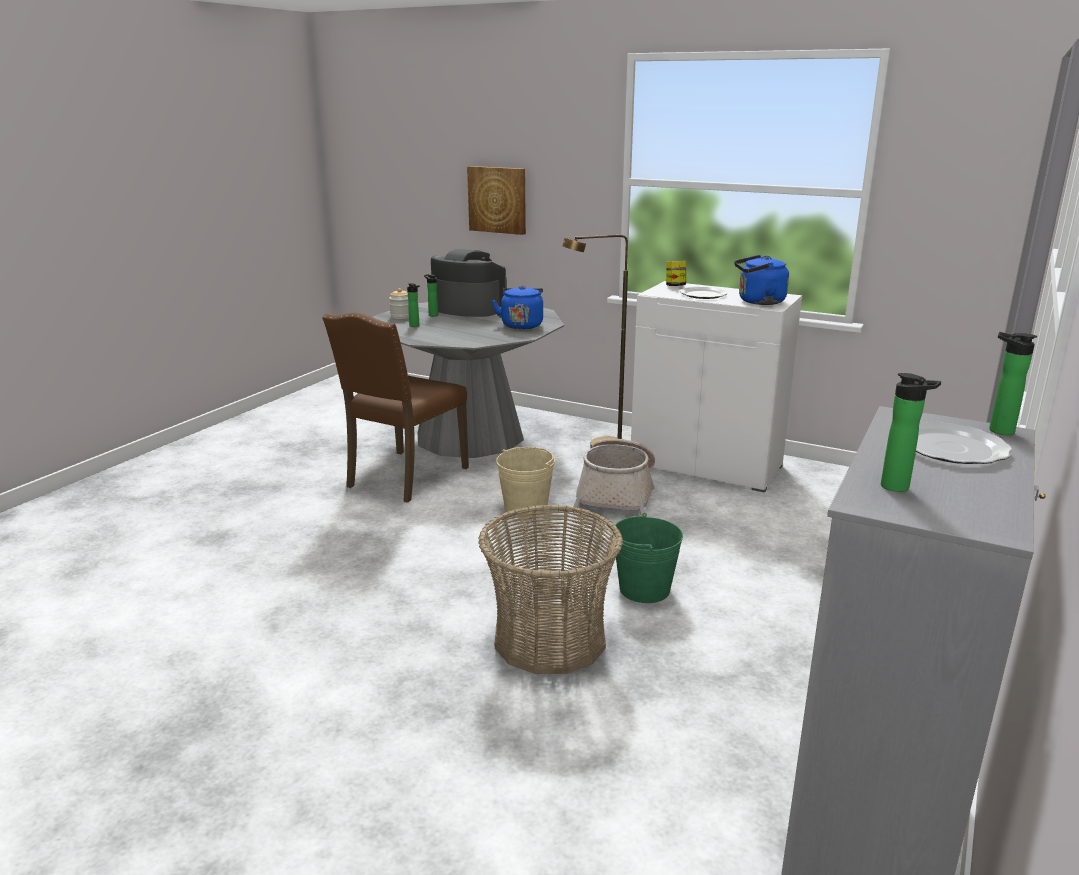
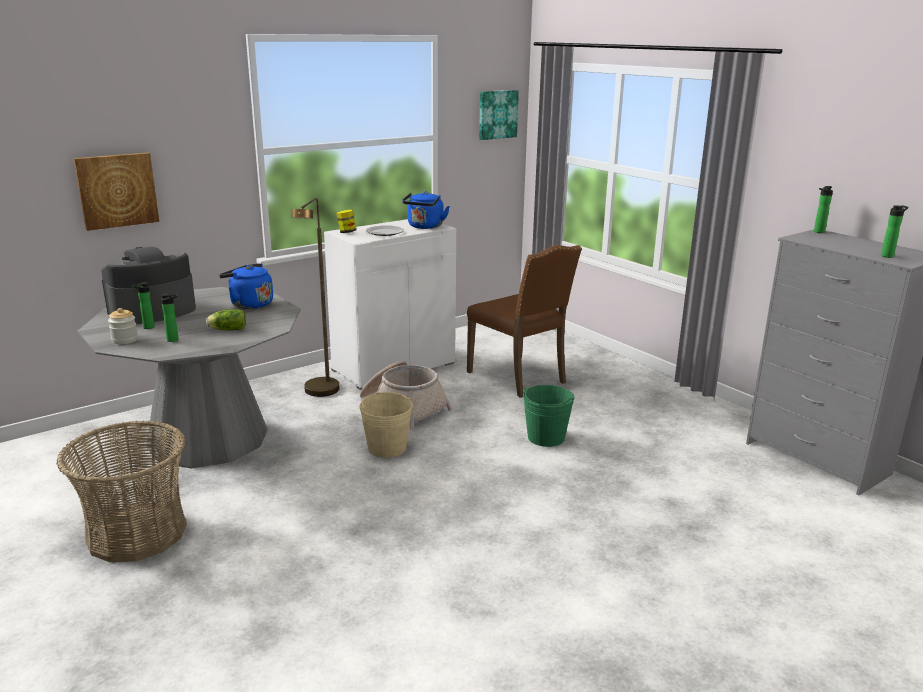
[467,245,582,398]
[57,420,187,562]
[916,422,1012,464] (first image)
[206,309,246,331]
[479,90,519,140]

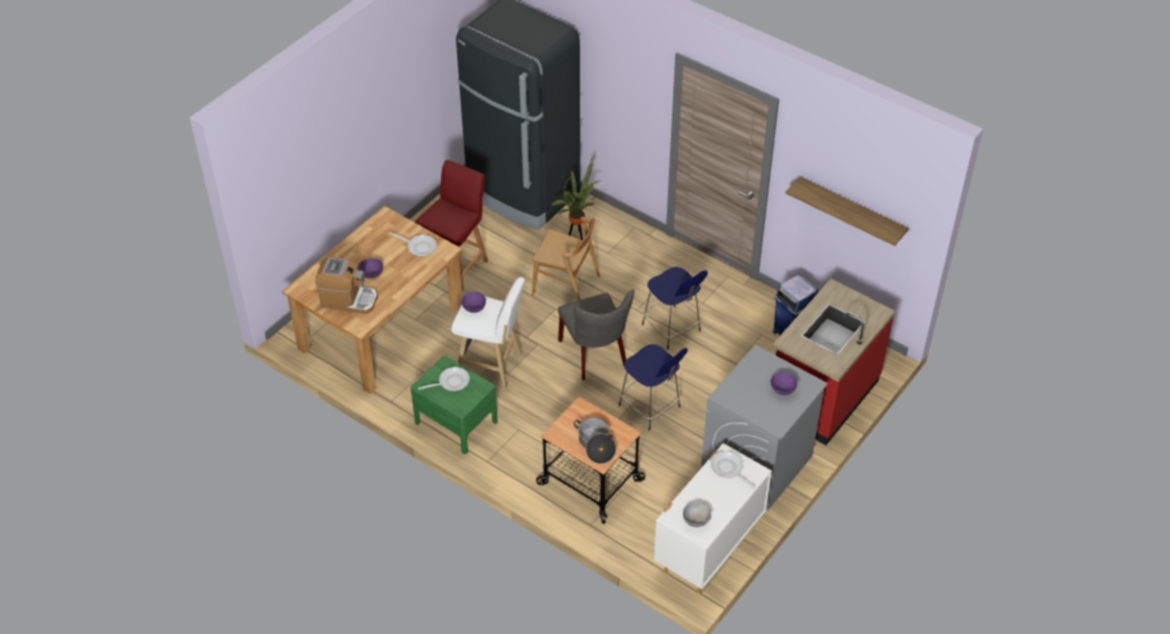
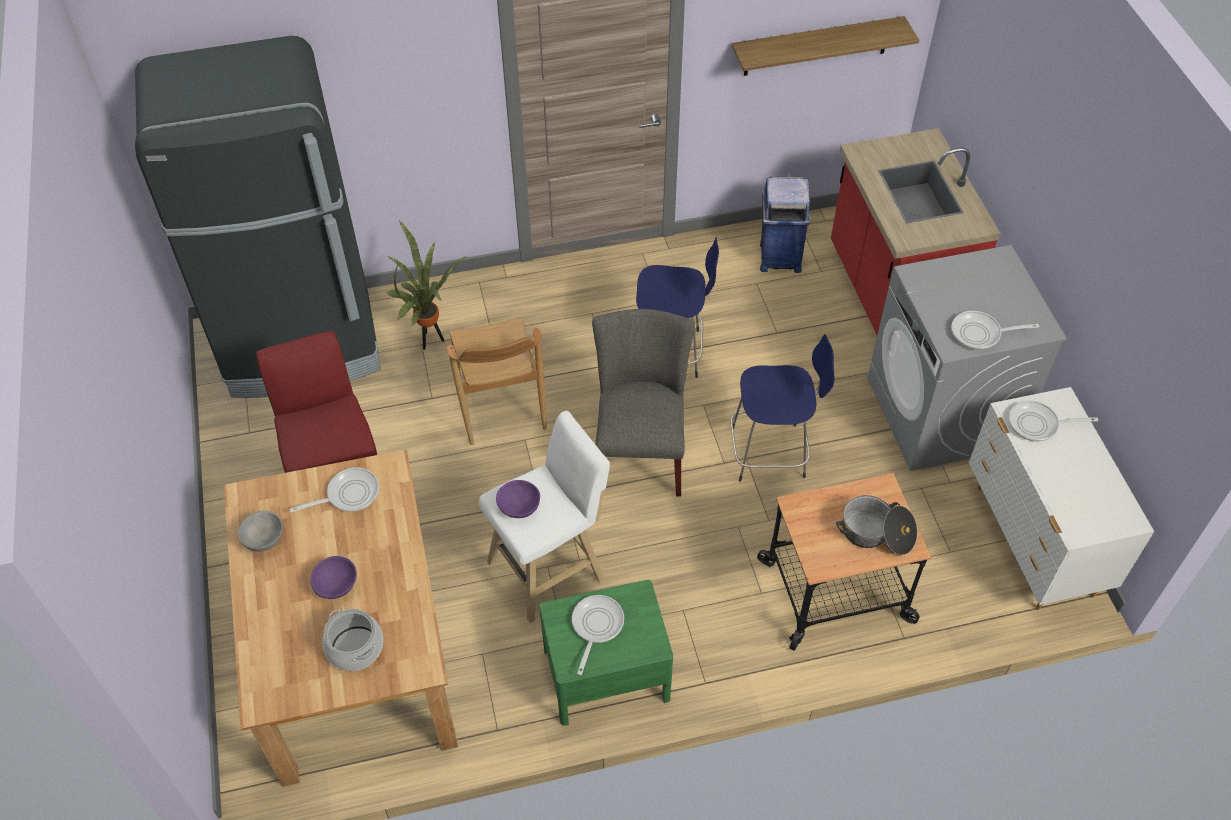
[322,609,383,671]
[447,317,547,445]
[592,309,695,497]
[238,511,283,552]
[770,372,797,395] (first image)
[951,311,1039,350]

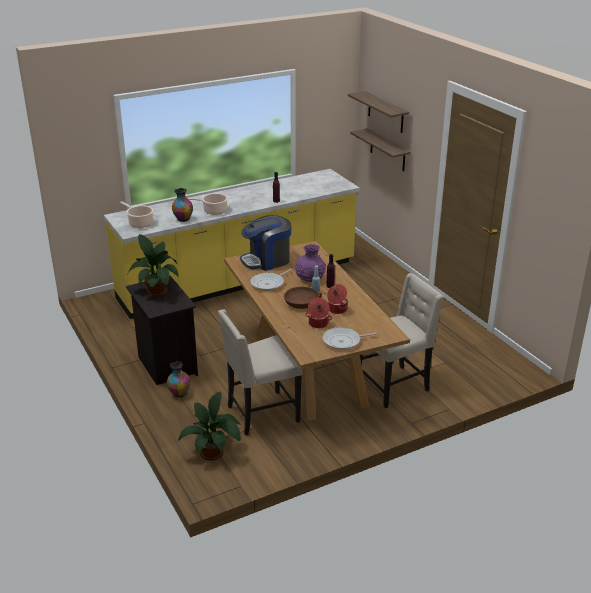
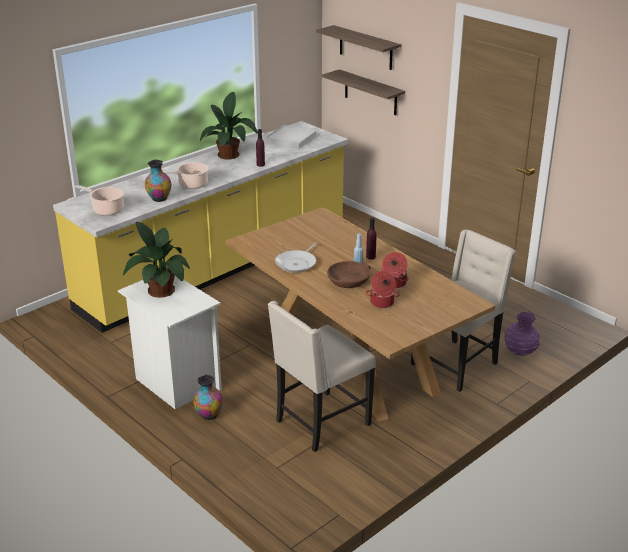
[118,276,222,409]
[200,92,258,159]
[240,215,291,271] (first image)
[505,312,540,356]
[323,328,379,350] (first image)
[266,125,316,149]

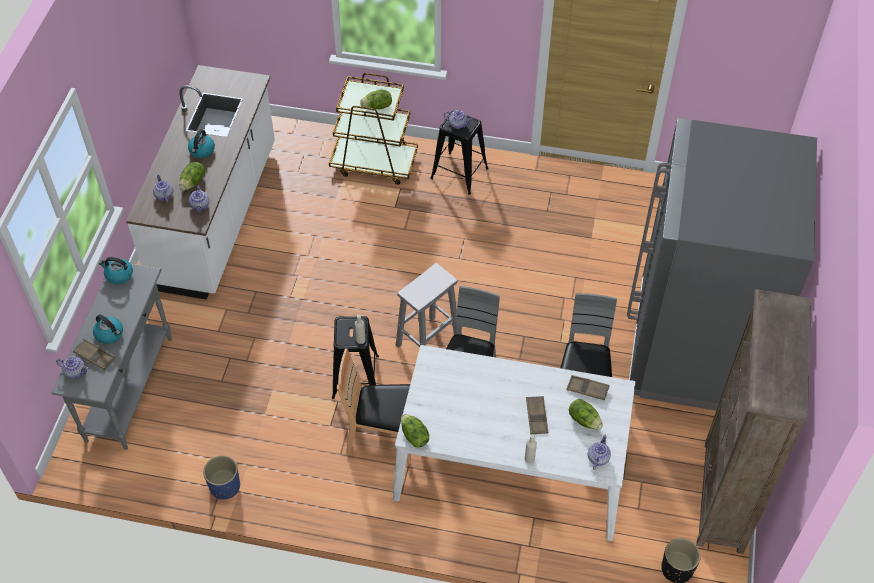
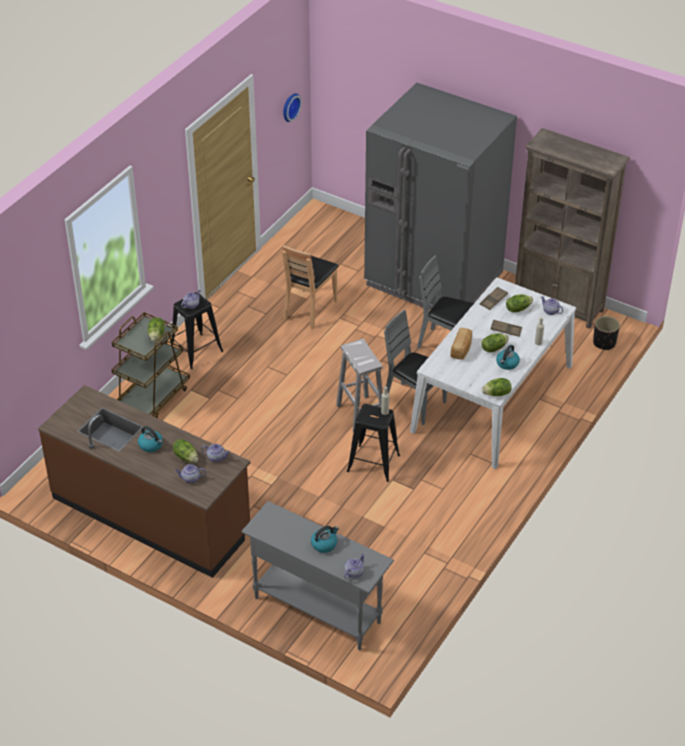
[73,339,115,370] (first image)
[496,345,520,370]
[38,385,250,578]
[203,455,240,500] (first image)
[282,245,339,329]
[283,93,302,122]
[450,328,472,360]
[481,333,509,352]

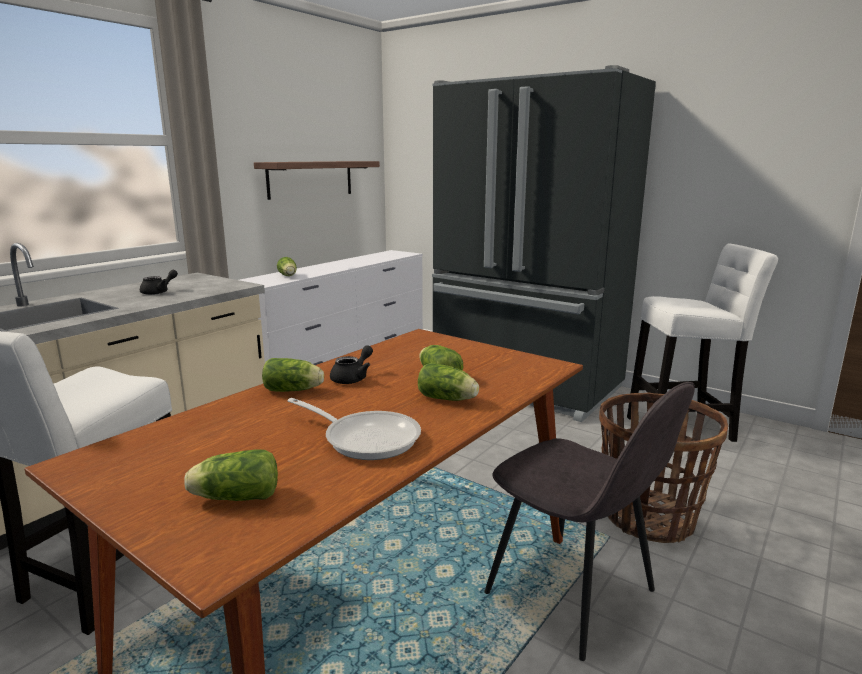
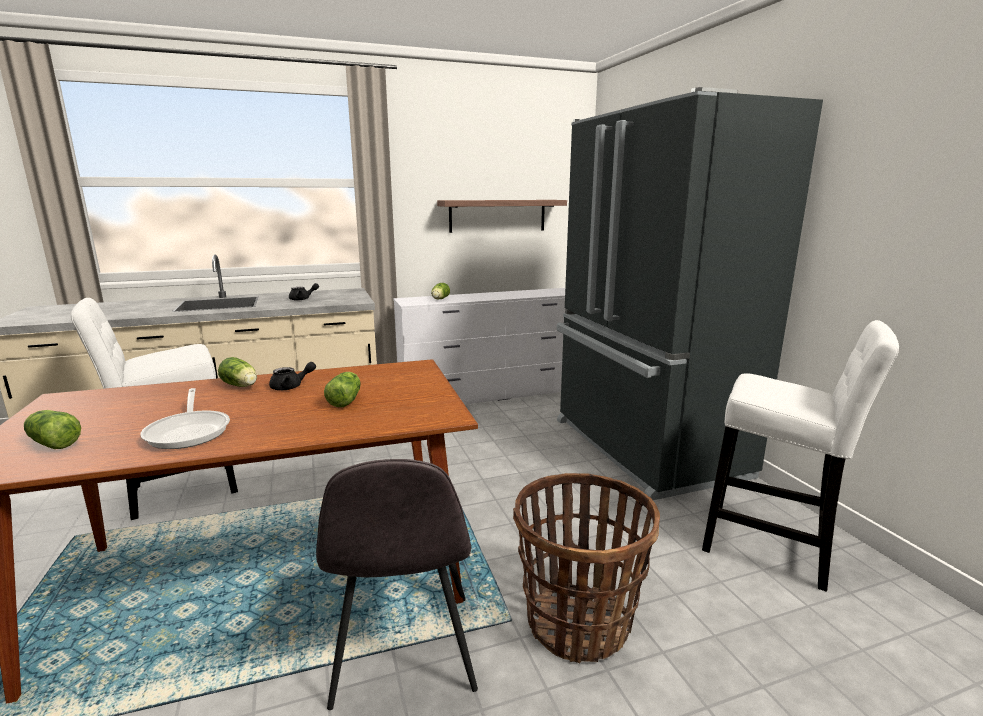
[418,363,479,401] (first image)

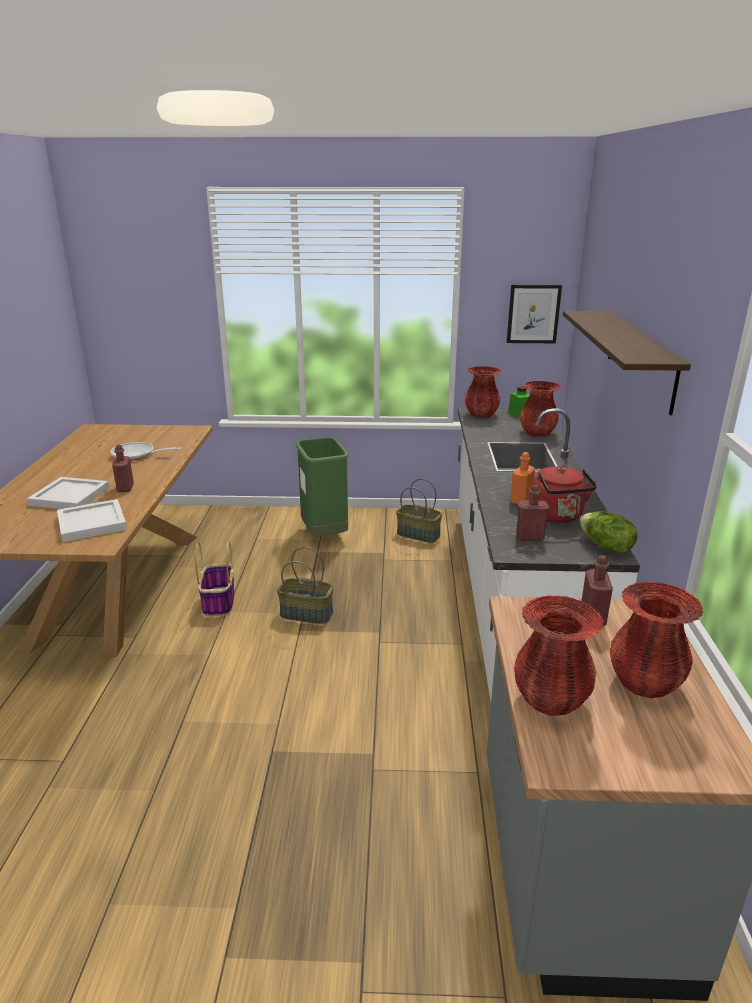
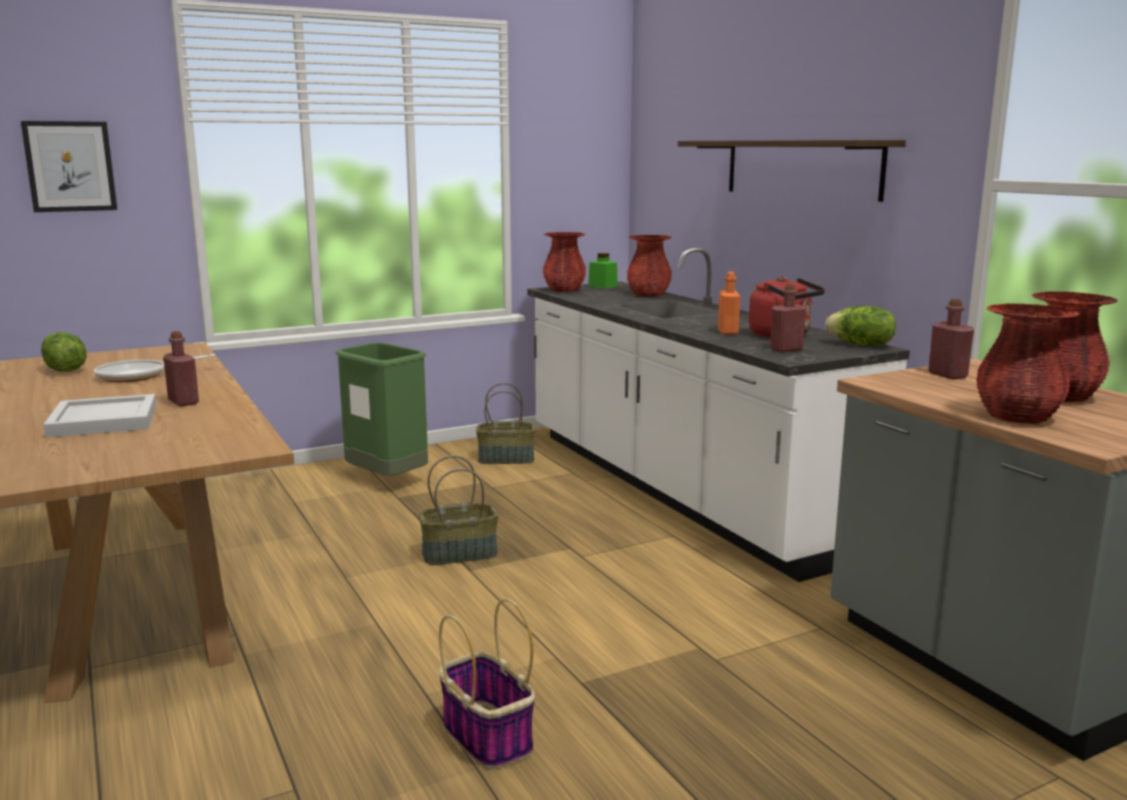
[57,499,127,542] (first image)
[439,598,535,769]
[21,121,117,212]
[41,332,87,372]

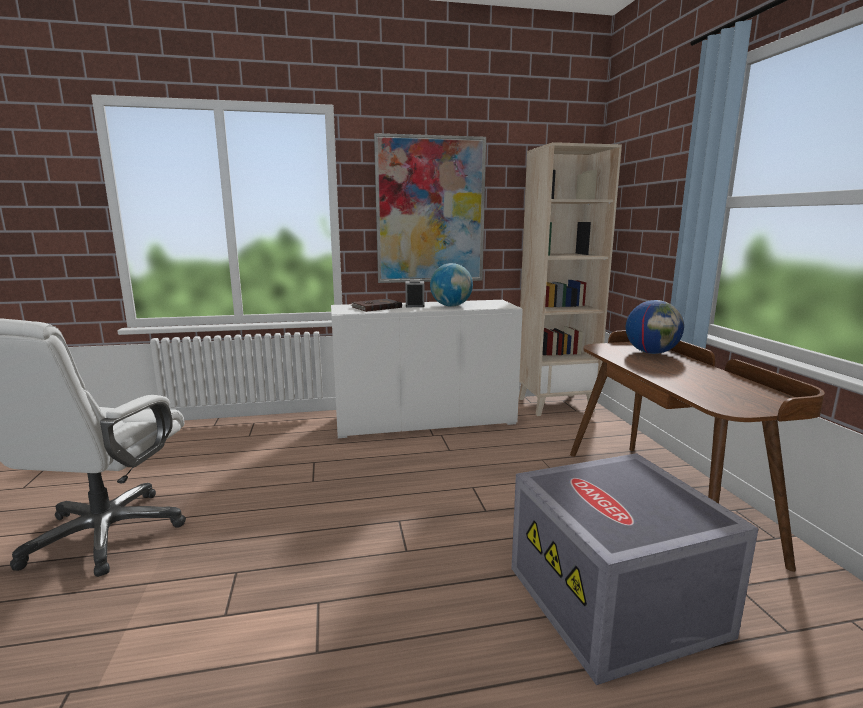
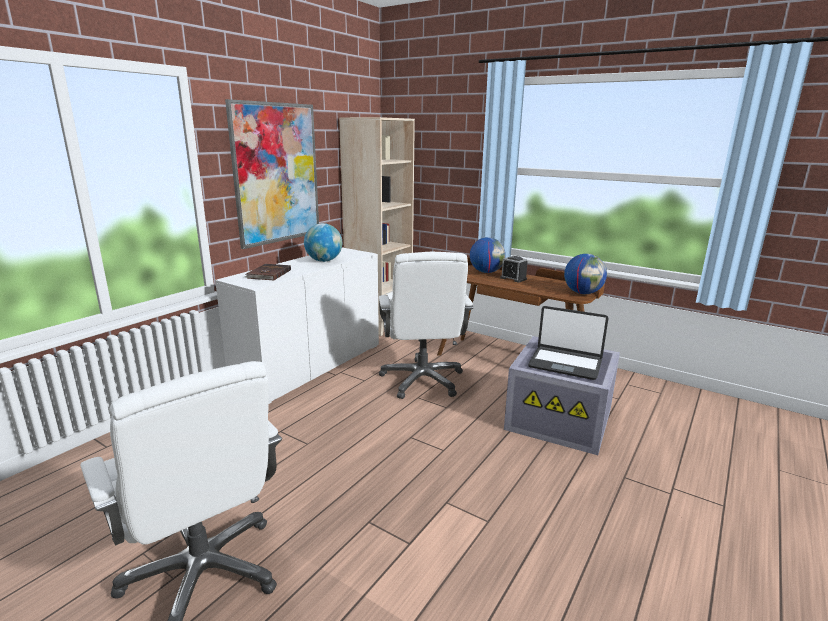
[500,256,528,282]
[379,252,474,399]
[528,306,608,380]
[564,254,607,294]

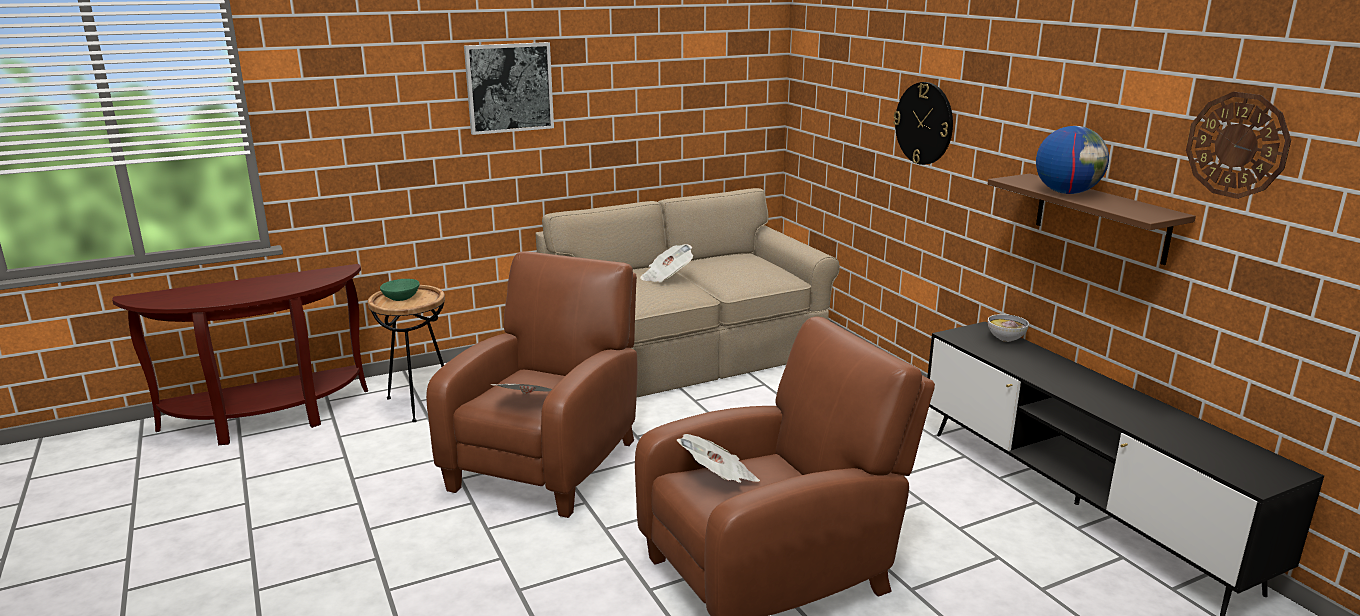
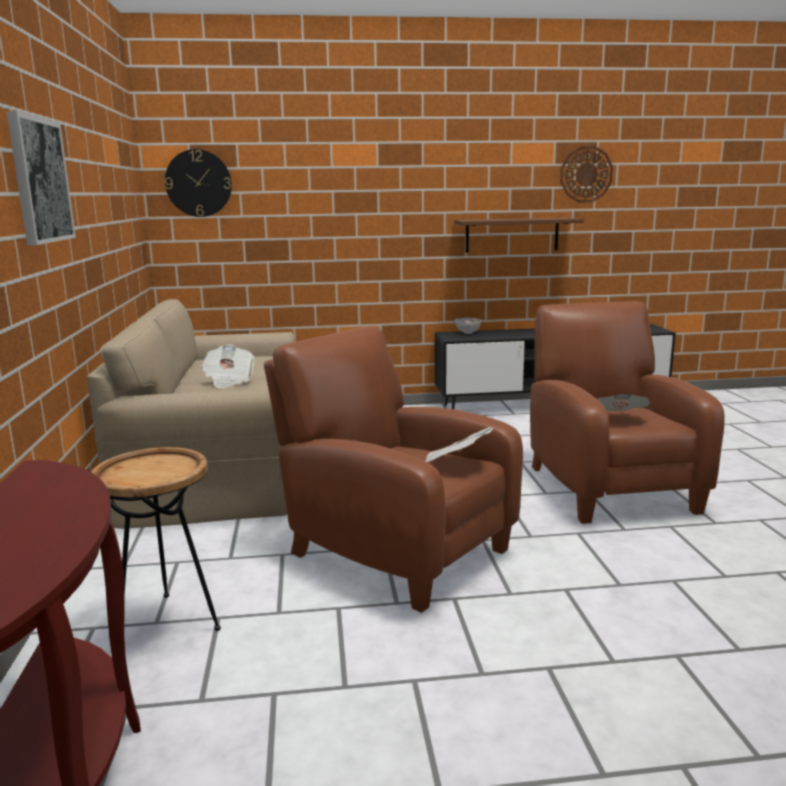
[380,279,420,301] (first image)
[165,149,232,217]
[1036,126,1109,194] (first image)

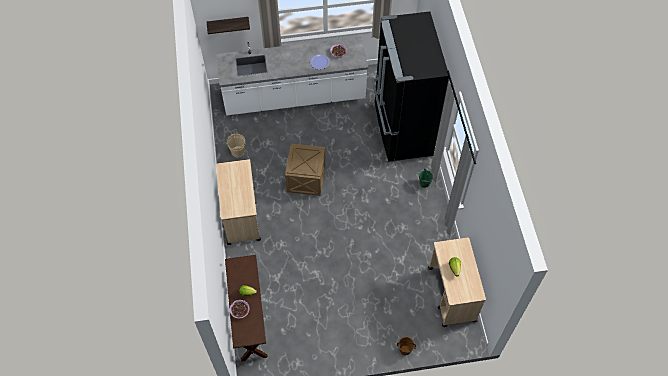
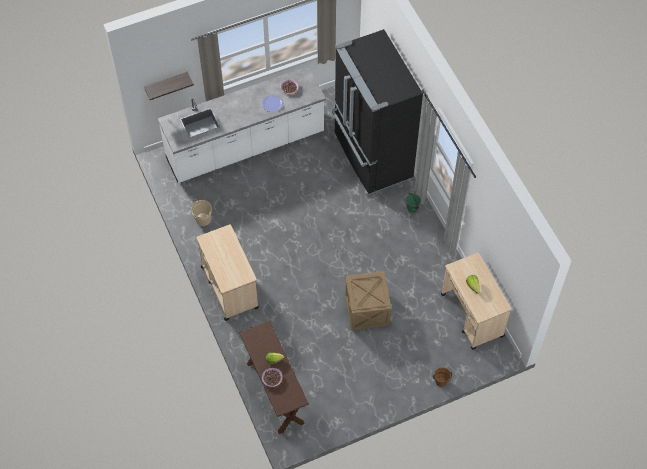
[345,271,391,330]

